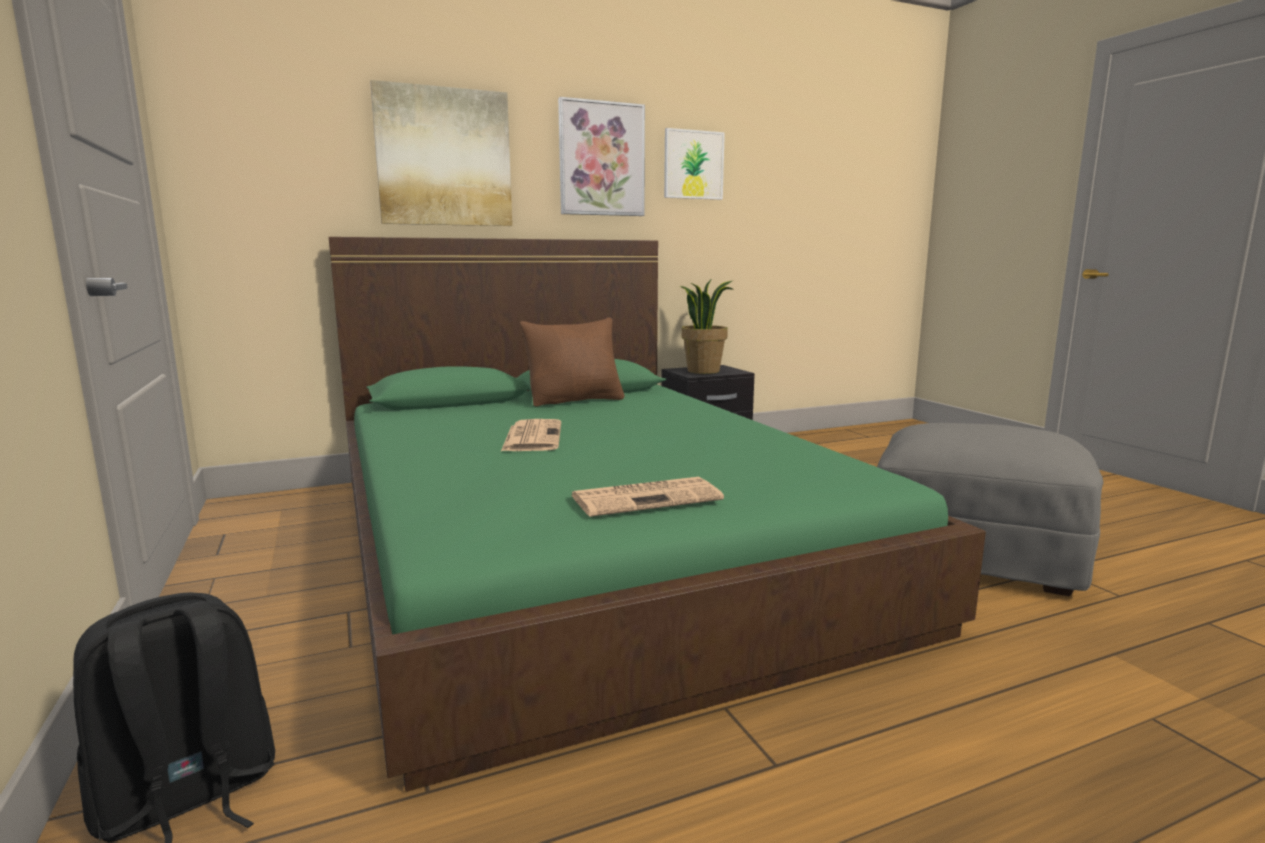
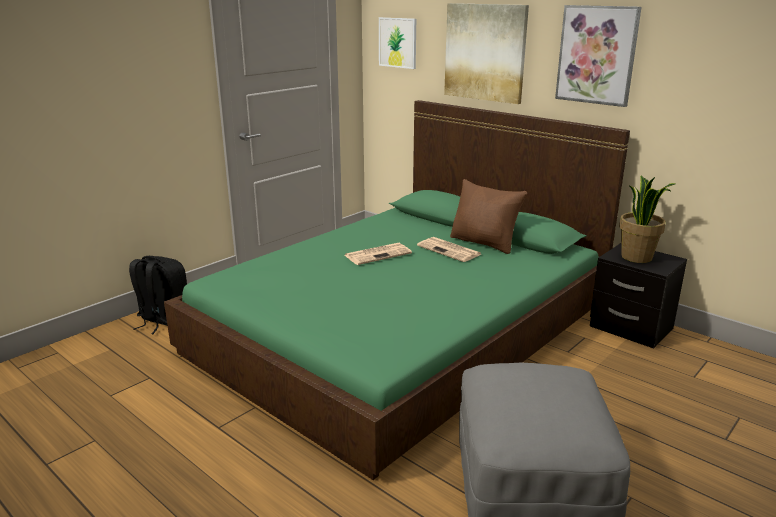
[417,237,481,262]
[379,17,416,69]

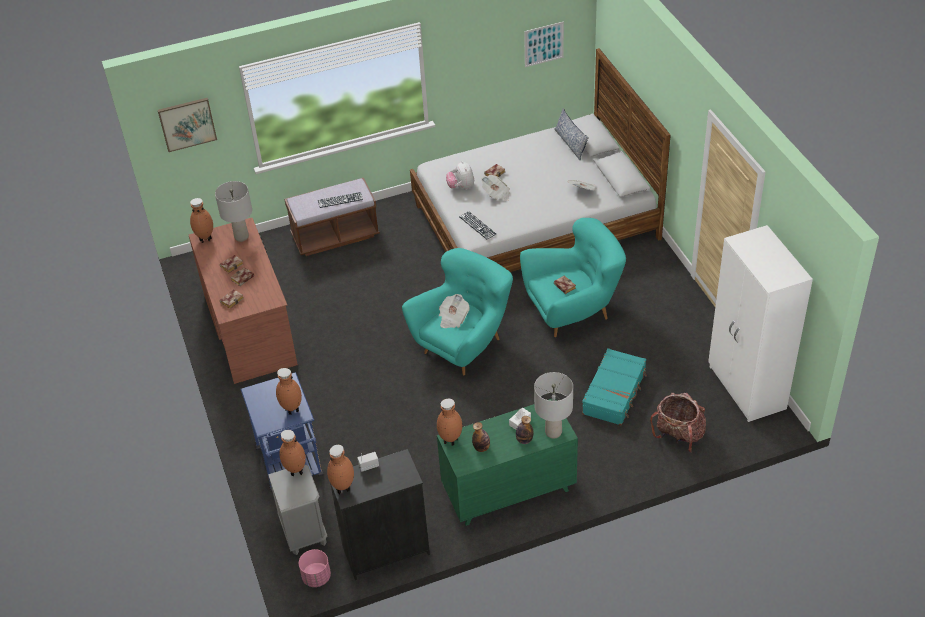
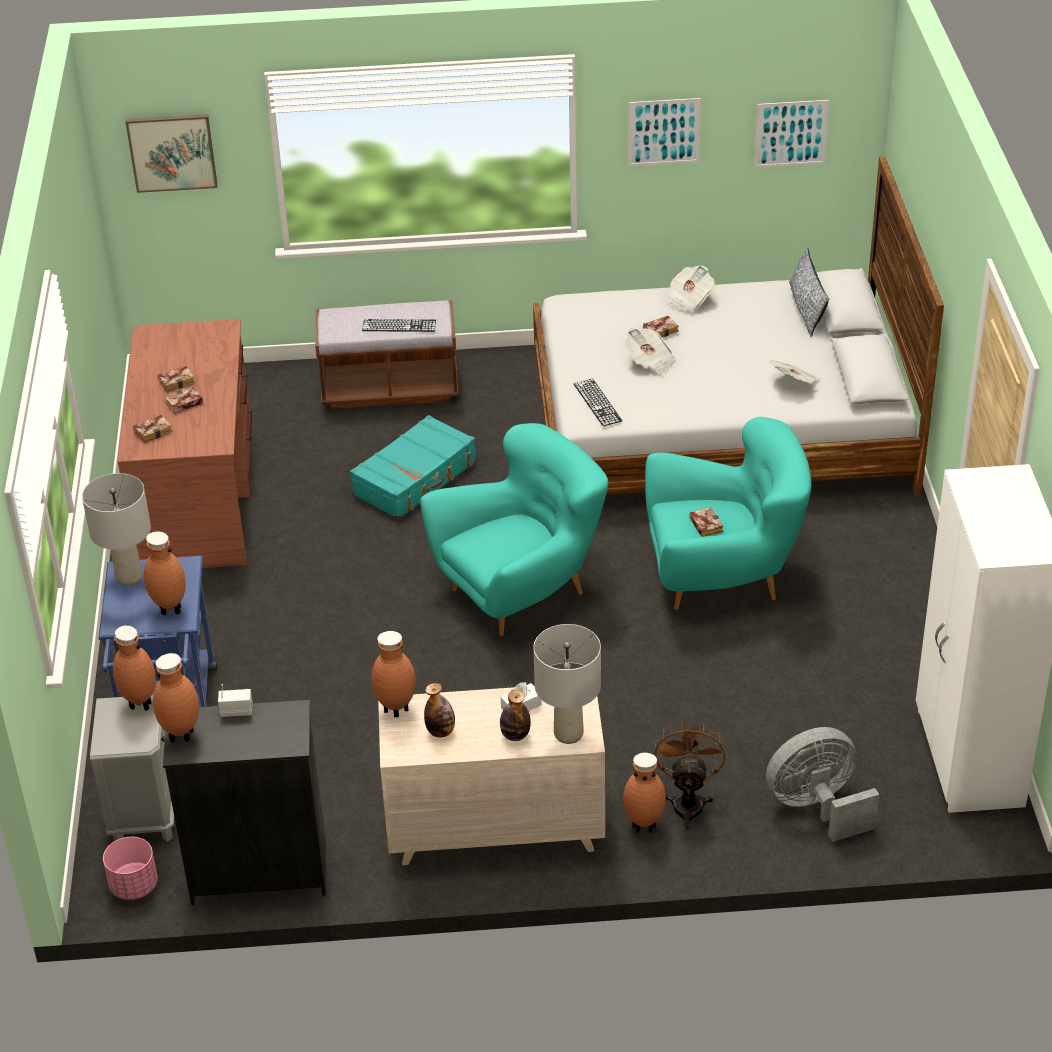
[623,753,666,833]
[82,473,151,586]
[378,686,605,865]
[666,265,715,312]
[446,161,474,190] (first image)
[350,415,476,519]
[766,727,879,842]
[628,98,701,166]
[654,720,725,830]

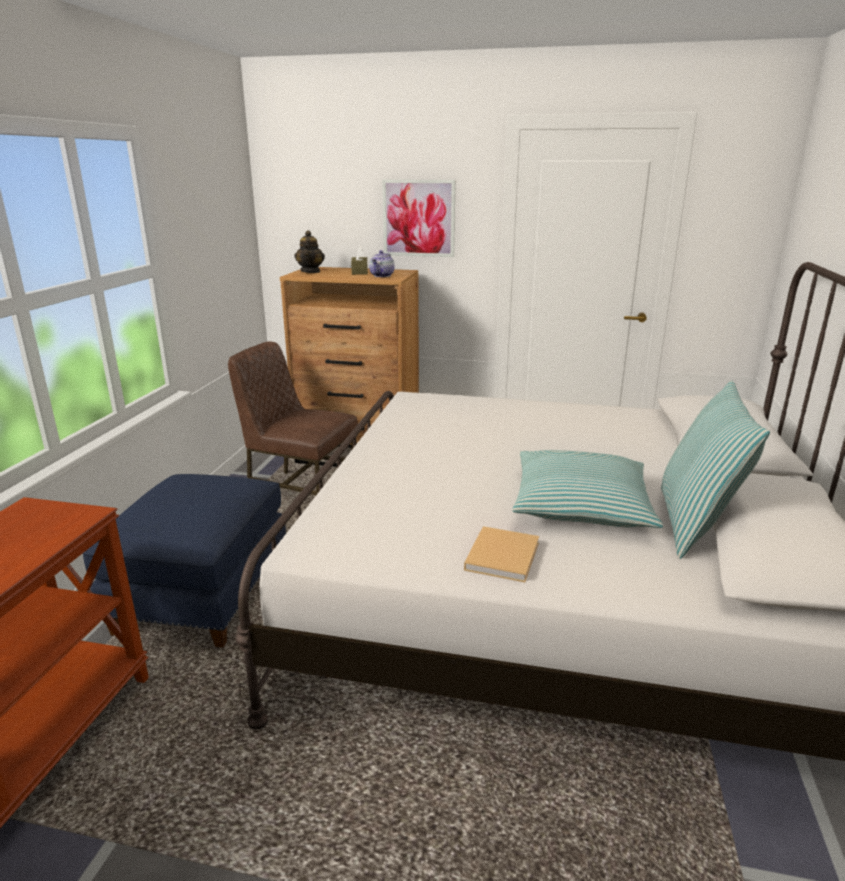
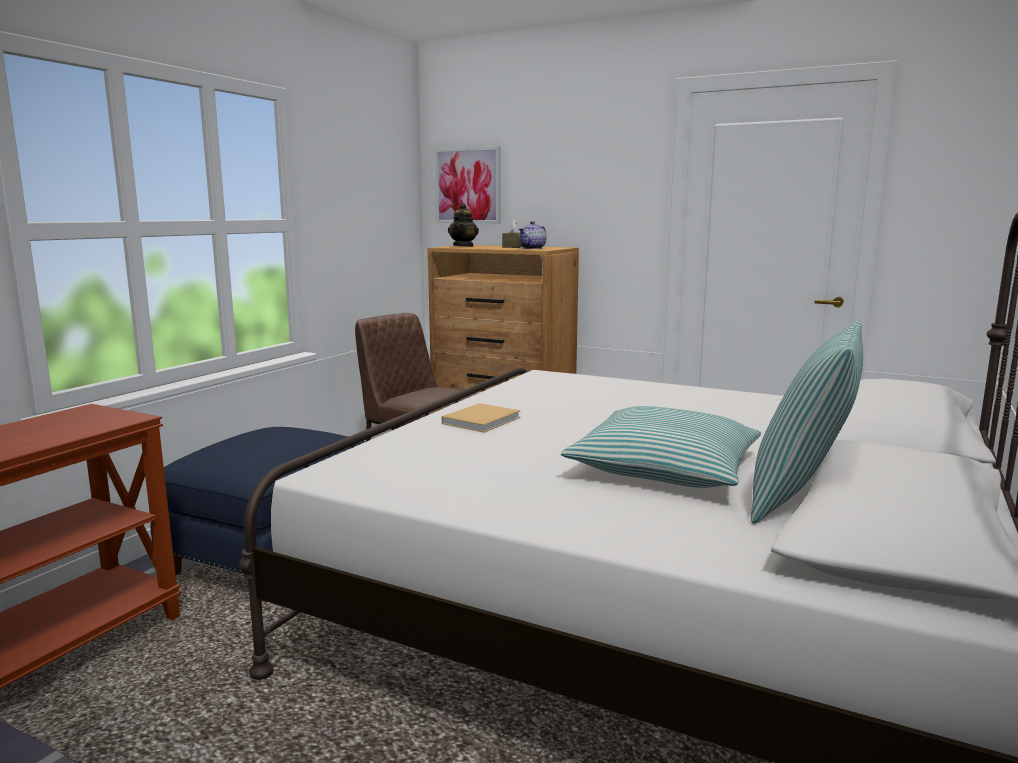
[434,146,501,224]
[442,403,521,433]

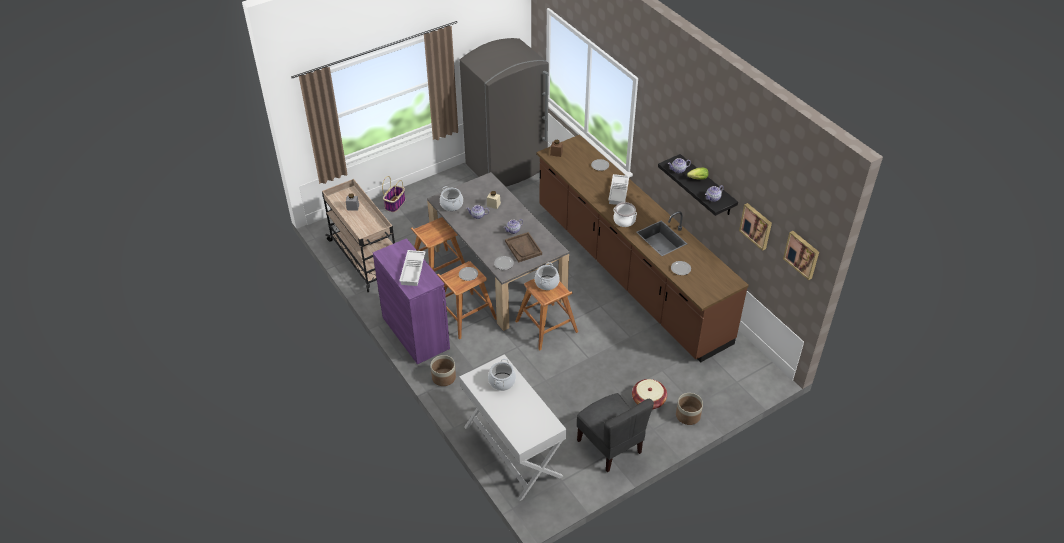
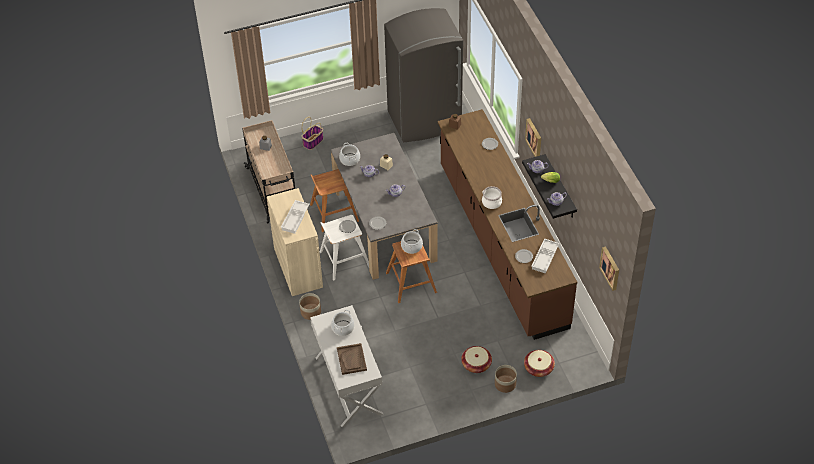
[267,188,323,296]
[320,215,369,281]
[337,343,367,375]
[577,393,654,472] (first image)
[531,239,560,274]
[525,118,541,157]
[524,350,555,377]

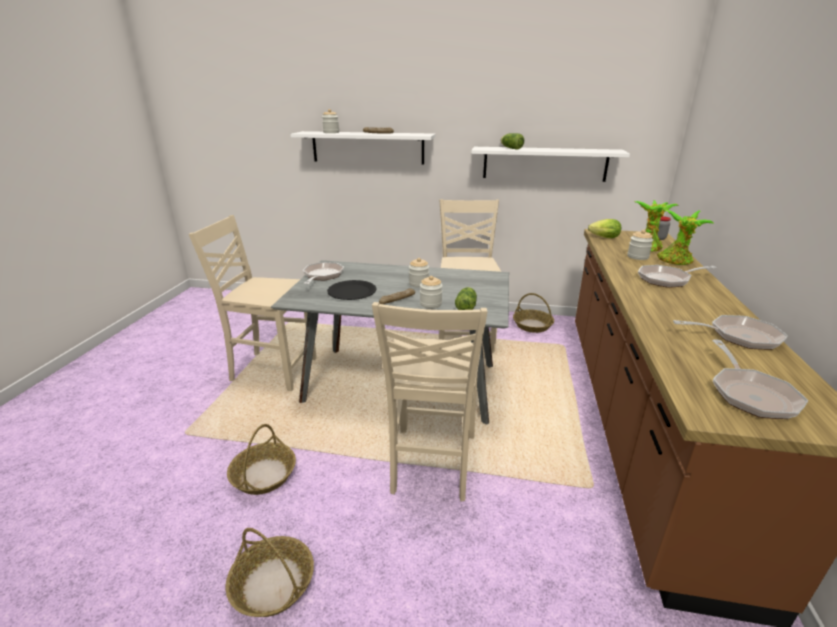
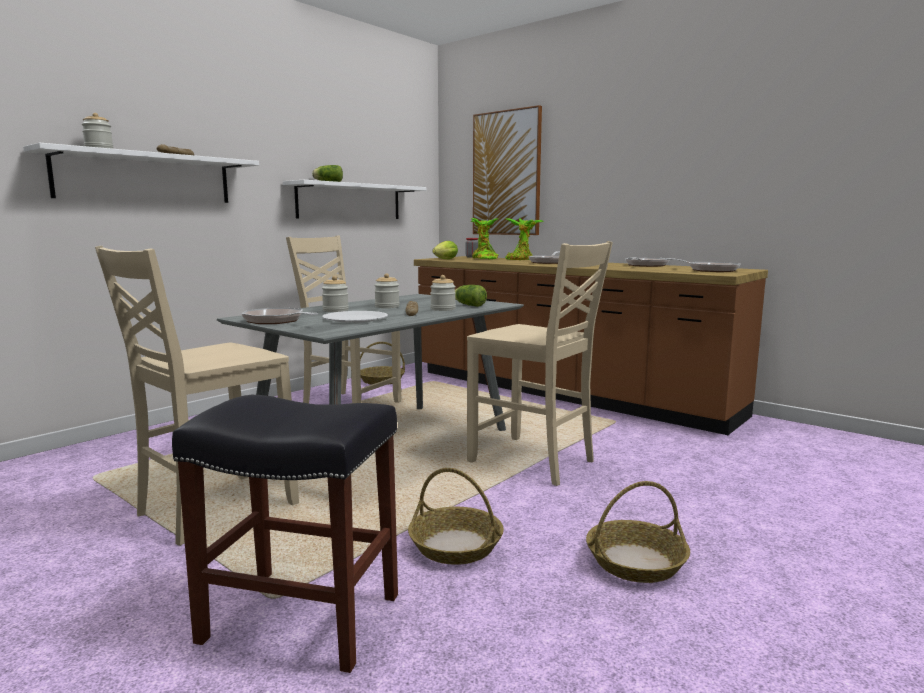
[322,311,388,323]
[322,276,349,312]
[172,395,398,673]
[473,105,542,235]

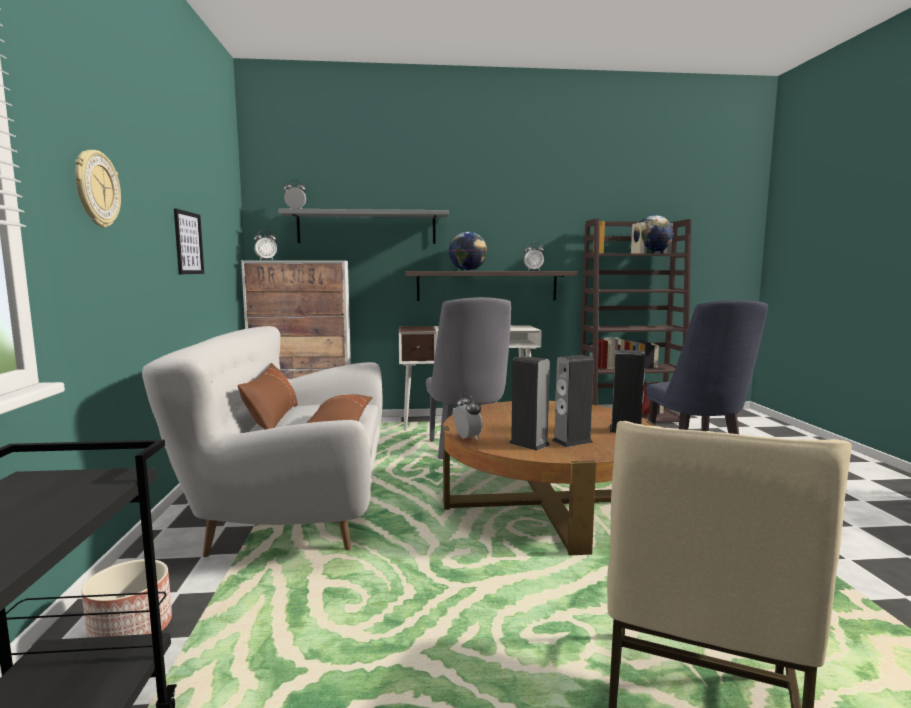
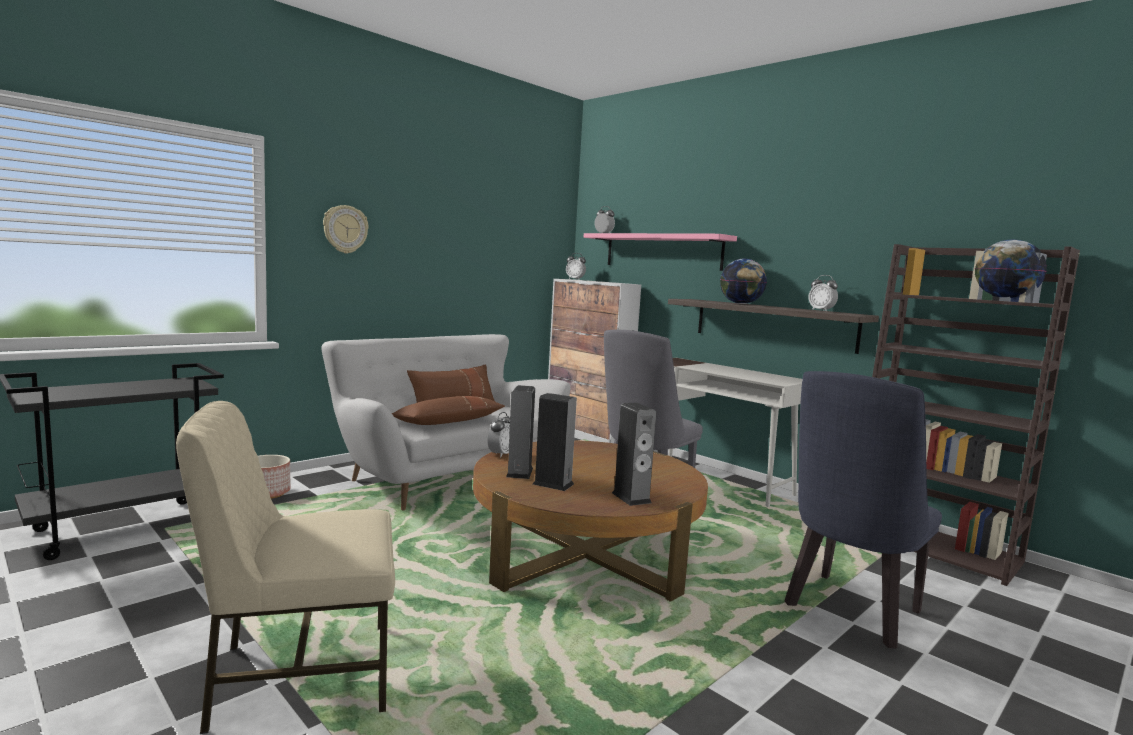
[174,209,204,274] (first image)
[584,233,737,271]

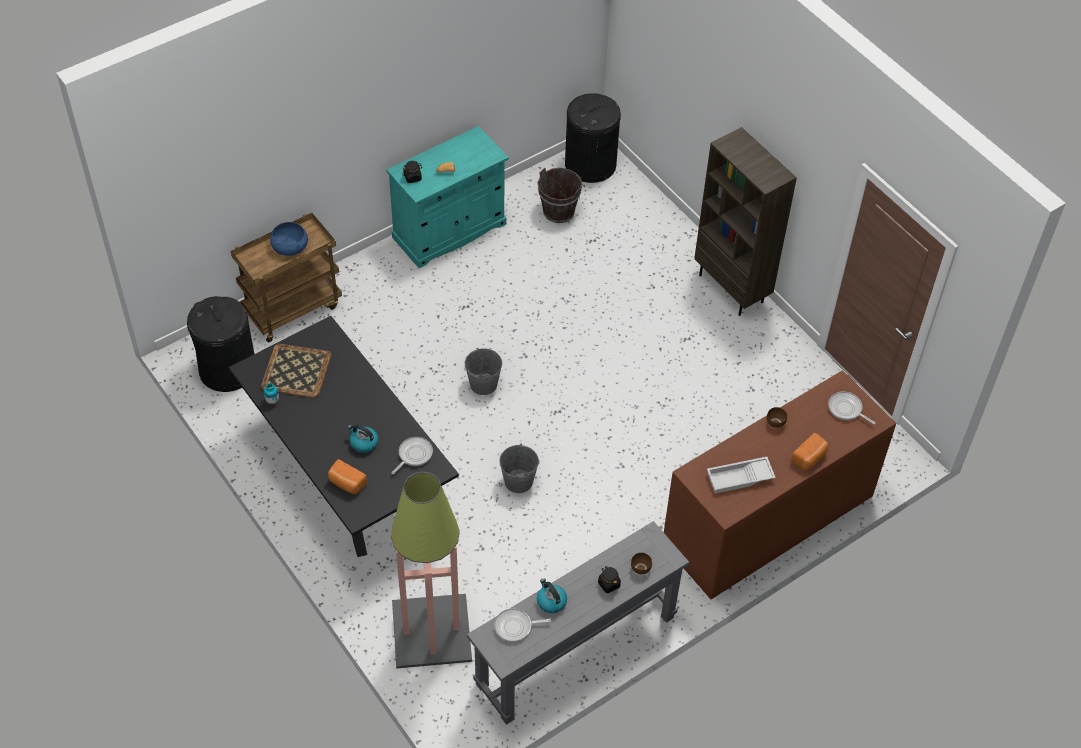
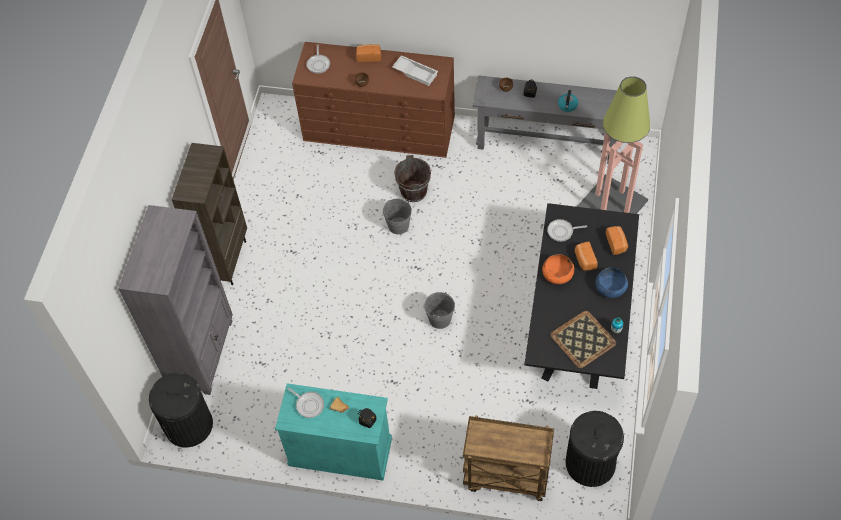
[595,268,628,298]
[575,241,598,271]
[287,388,324,418]
[383,199,412,234]
[394,155,431,202]
[118,205,233,395]
[542,254,574,284]

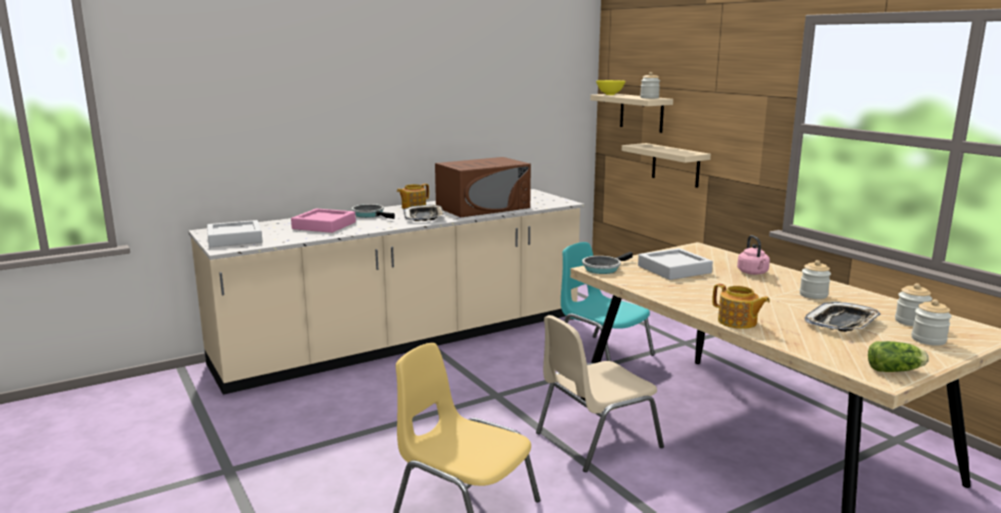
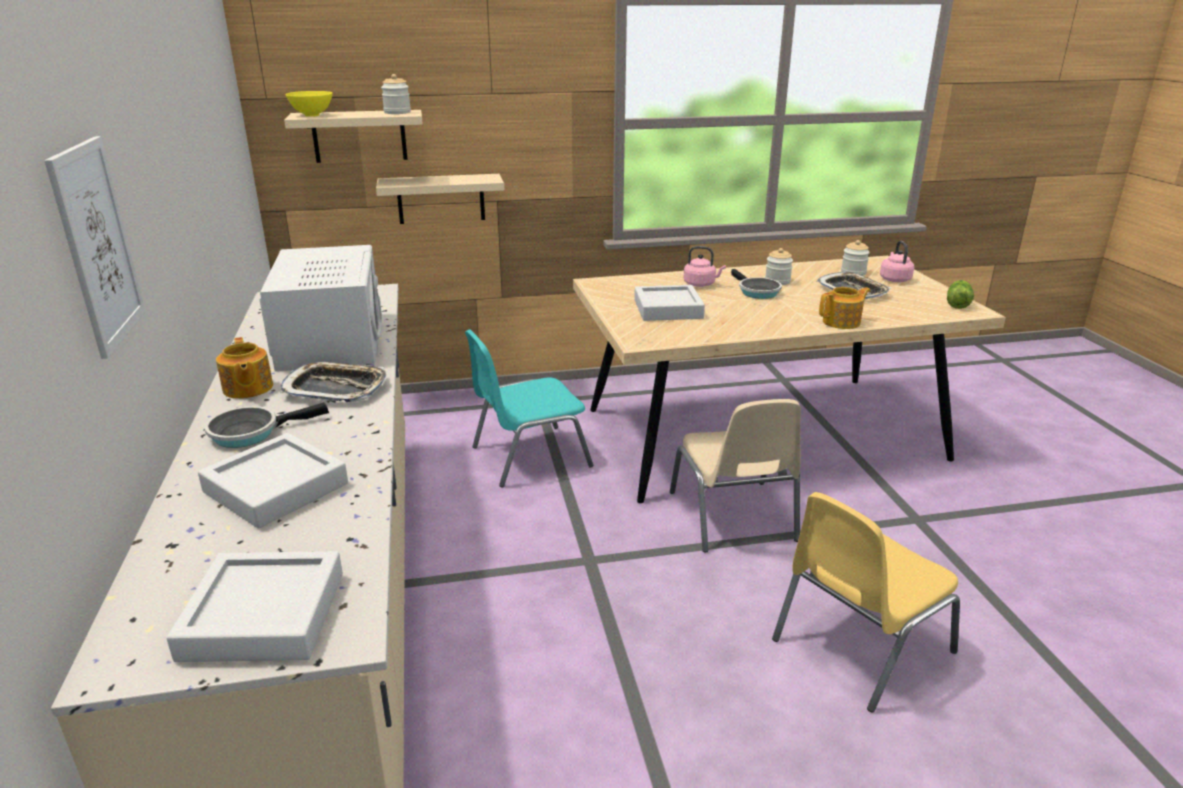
[198,433,348,528]
[259,245,382,371]
[731,269,782,299]
[880,241,914,282]
[44,136,145,359]

